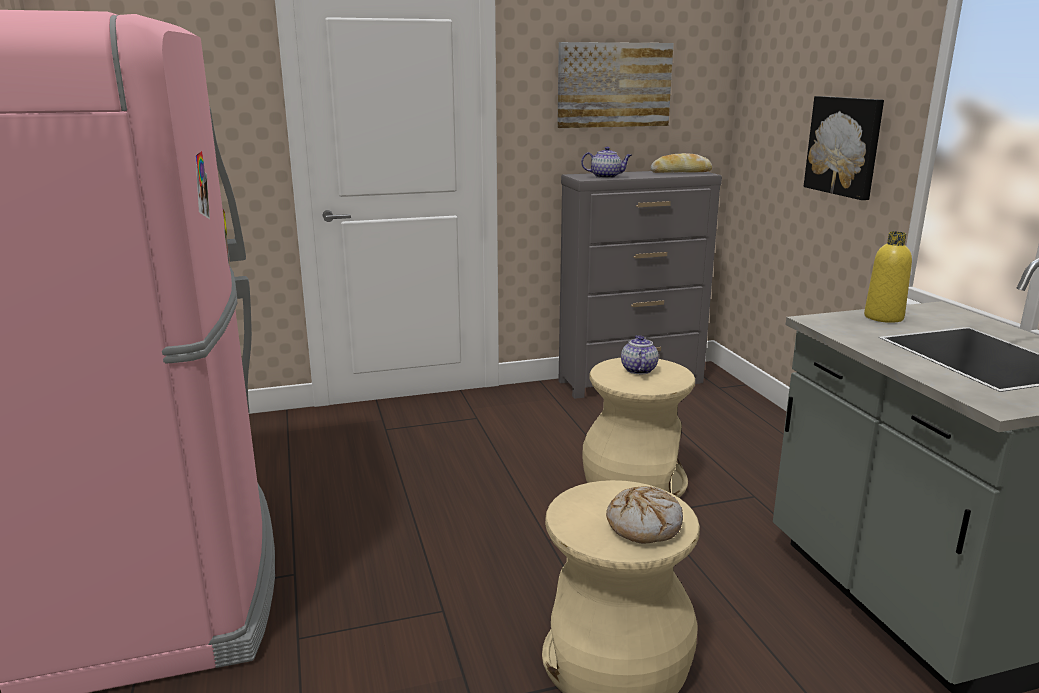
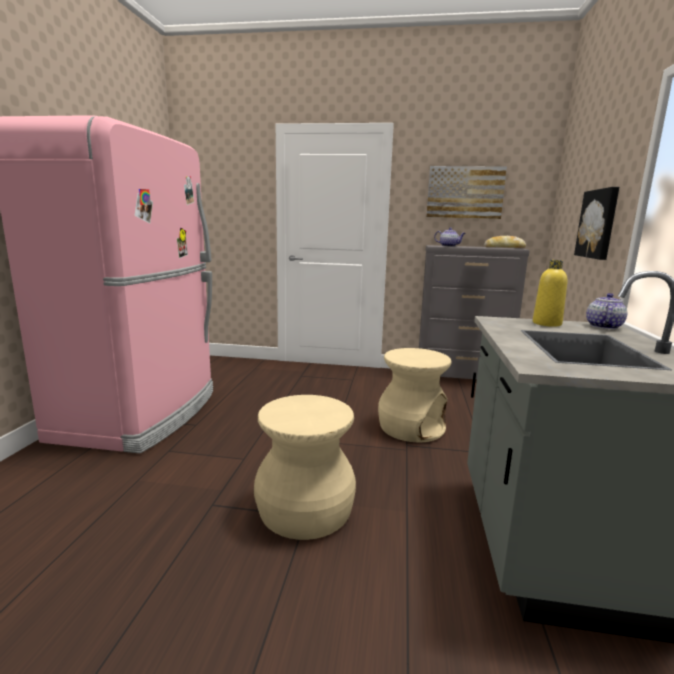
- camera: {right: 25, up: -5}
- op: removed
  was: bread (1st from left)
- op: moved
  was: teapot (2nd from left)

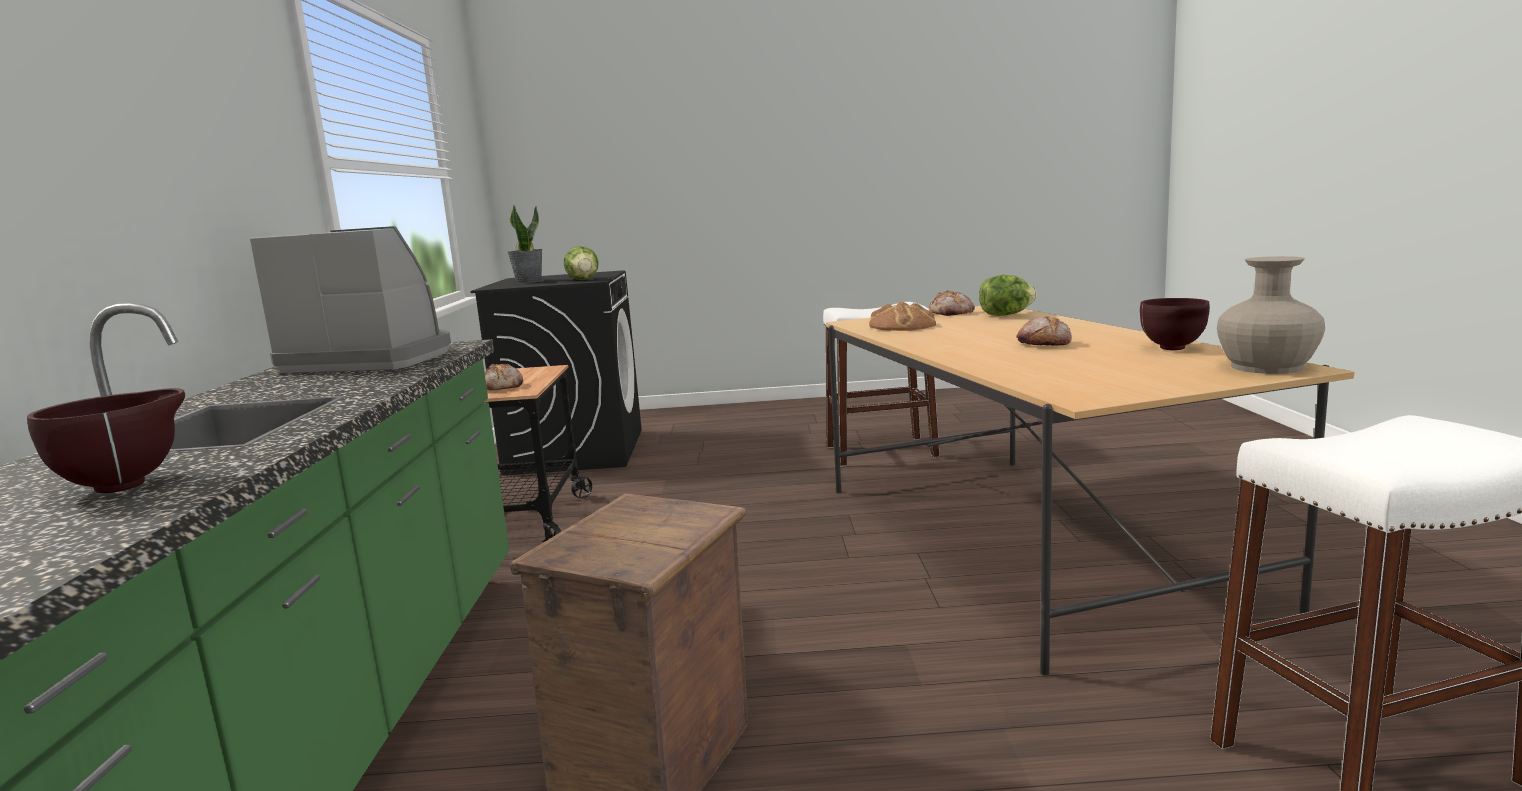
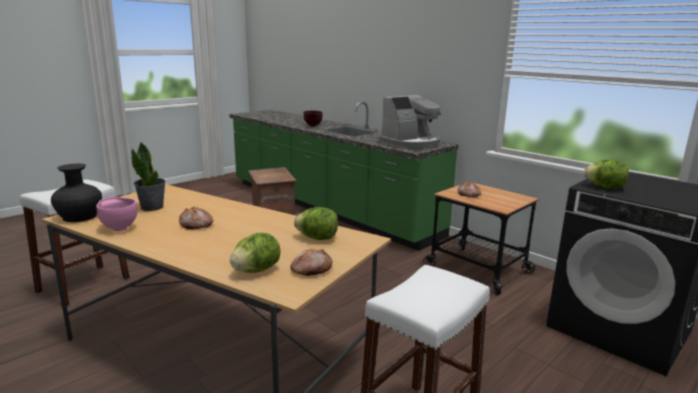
- camera: {right: 135, up: 5}
- op: moved
  was: potted plant
- op: replaced
  was: bread (2nd from left)
  now: lettuce (2nd from left)
- op: recoloured
  was: brown bowl (2nd from left)
  now: pink bowl
- op: recoloured
  was: beige vase
  now: black vase

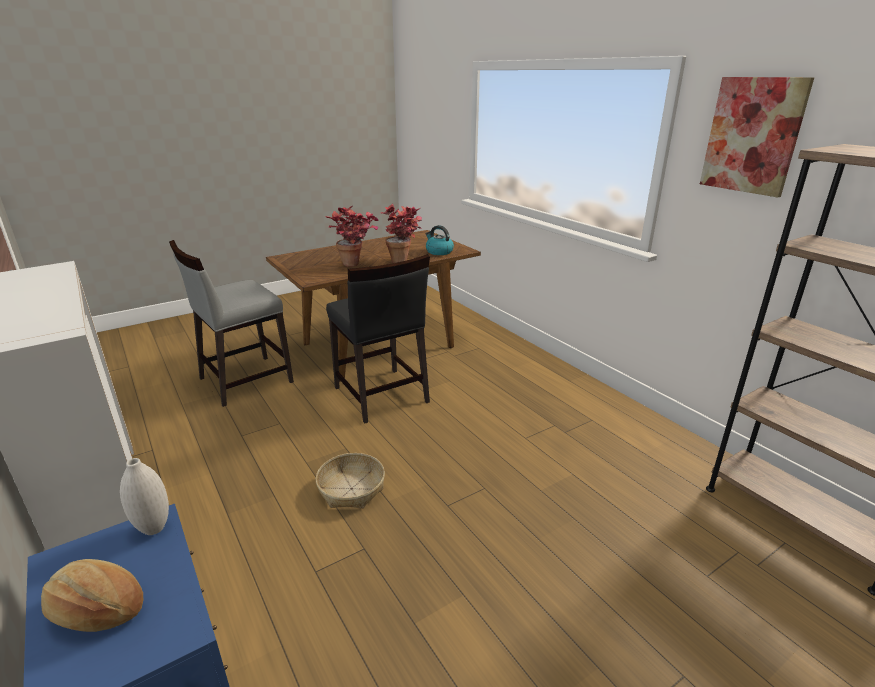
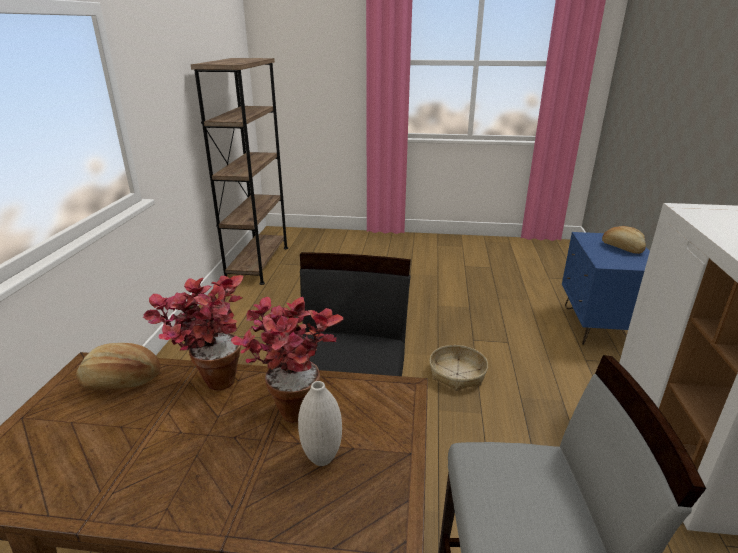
- camera: {right: -140, up: 0}
- op: moved
  was: white vase
- op: replaced
  was: kettle
  now: bread (1st from left)
- op: removed
  was: picture

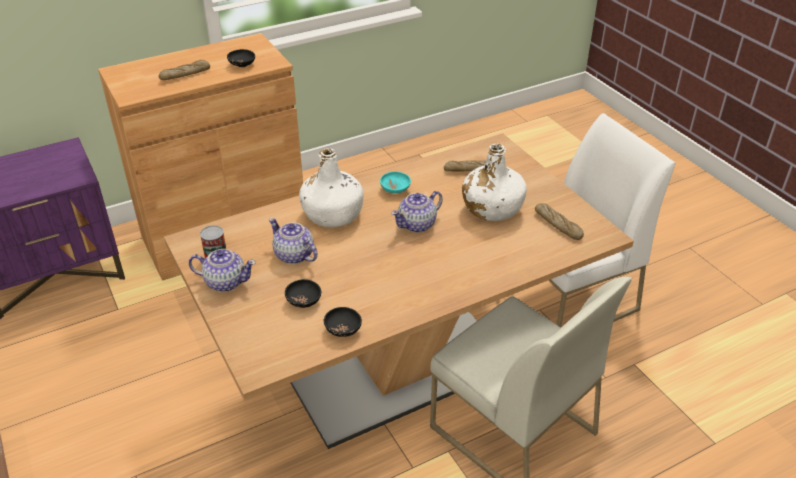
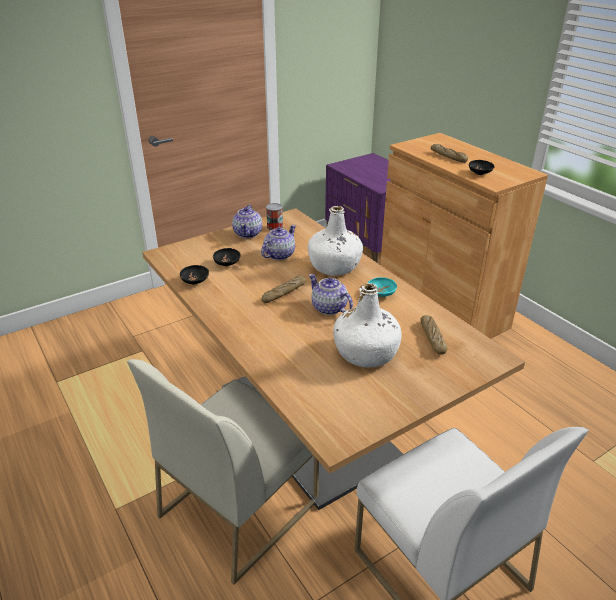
- camera: {right: 85, up: -5}
- op: moved
  was: bread (3rd from left in the first image)
  now: bread (1st from left)

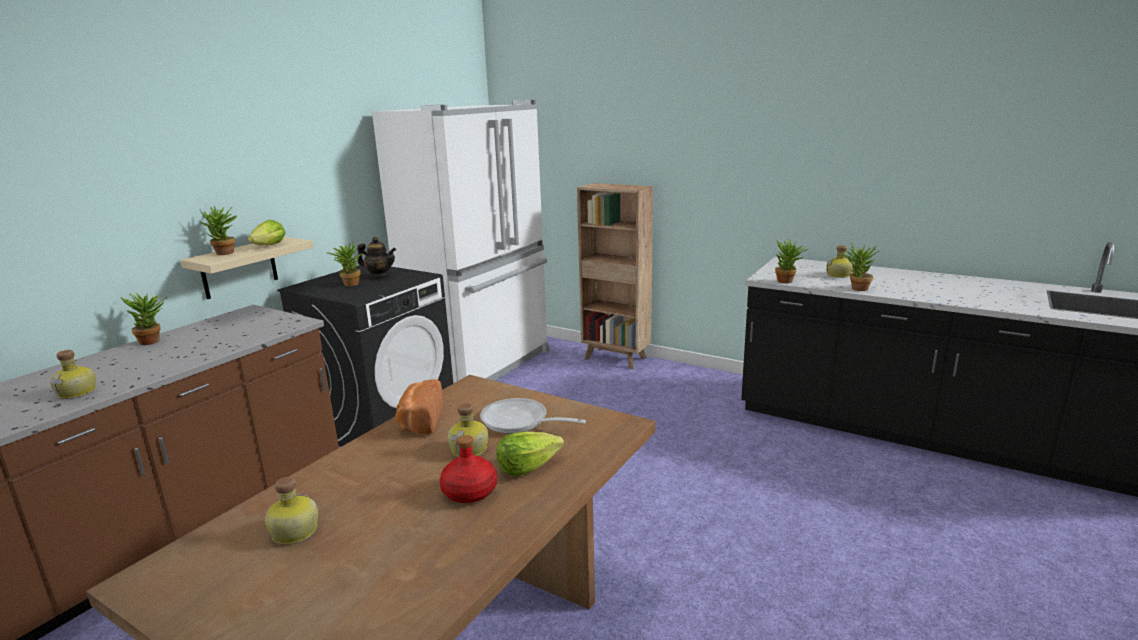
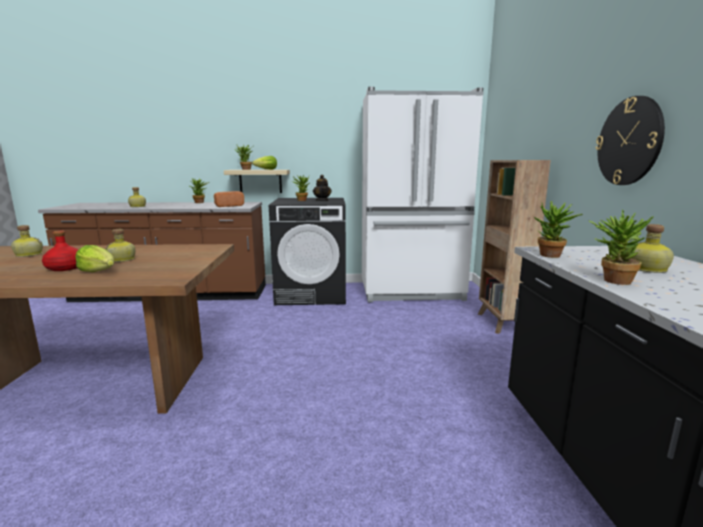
- camera: {right: 55, up: -5}
- op: moved
  was: bread
- op: removed
  was: frying pan
- op: added
  now: wall clock

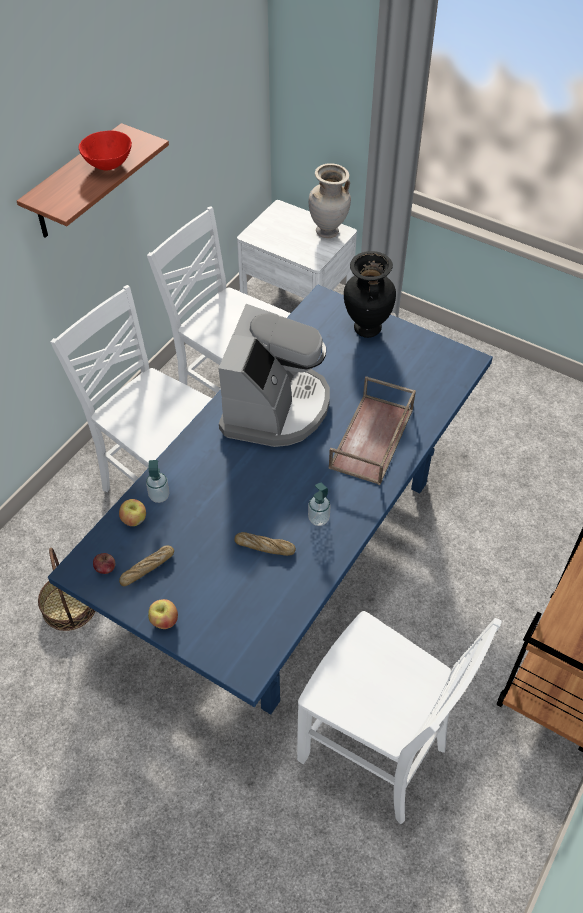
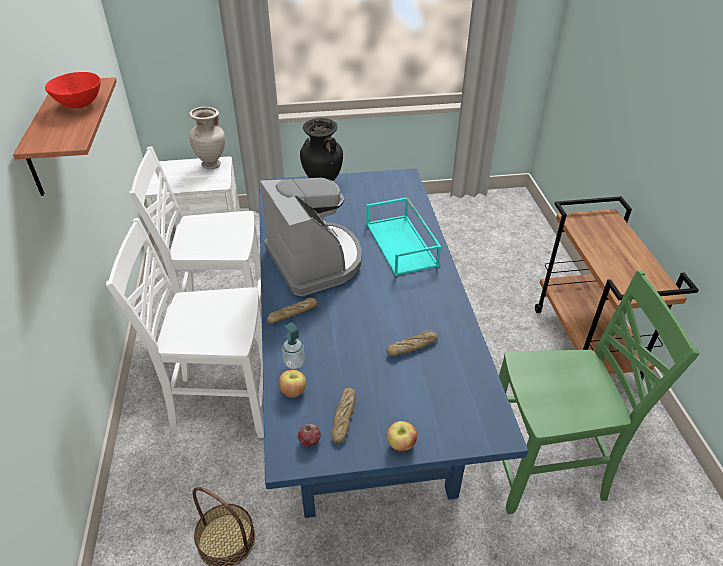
- camera: {right: -40, up: -10}
- op: recoloured
  was: white chair (3rd from left)
  now: green chair
- op: removed
  was: soap dispenser (2nd from left)
- op: recoloured
  was: brown tray
  now: turquoise tray
- op: added
  now: bread (1st from left)

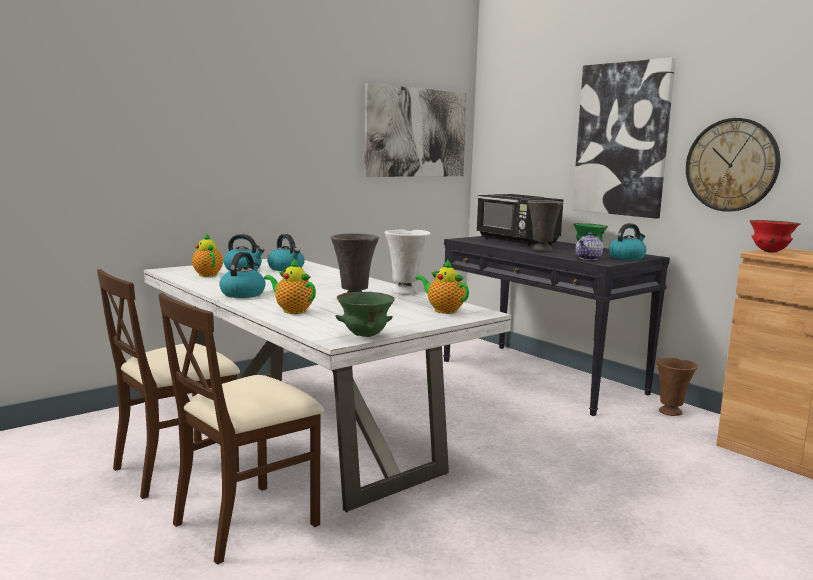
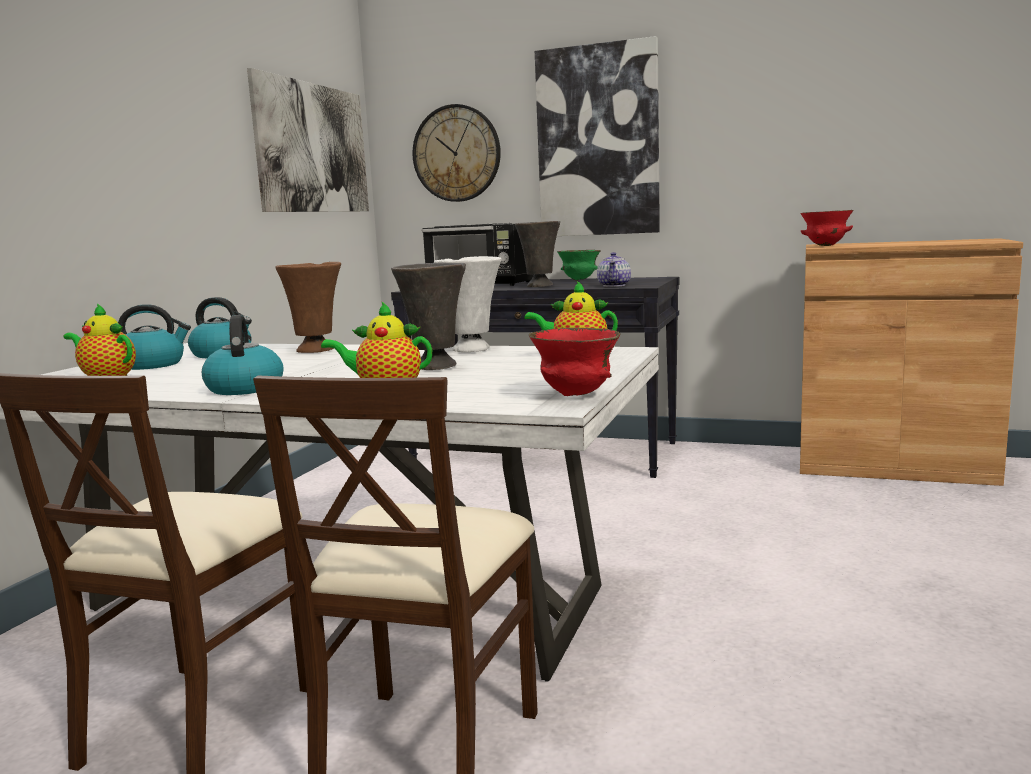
- camera: {right: -30, up: 0}
- op: recoloured
  was: green bowl (1st from left)
  now: red bowl (1st from left)
- op: removed
  was: kettle (4th from left)
- op: moved
  was: brown vase
- op: moved
  was: wall clock

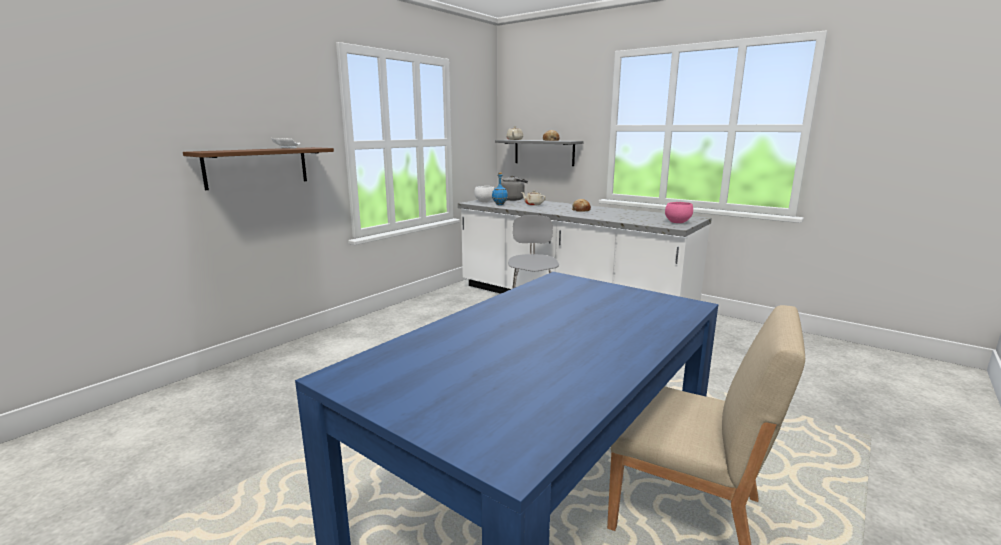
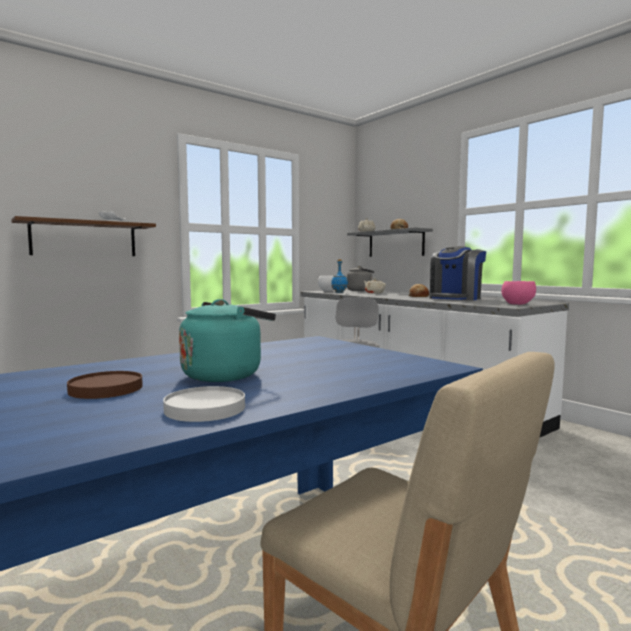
- camera: {right: 15, up: -10}
- op: added
  now: brown plate
- op: added
  now: white plate (2nd from left)
- op: added
  now: turquoise kettle
- op: added
  now: coffee machine

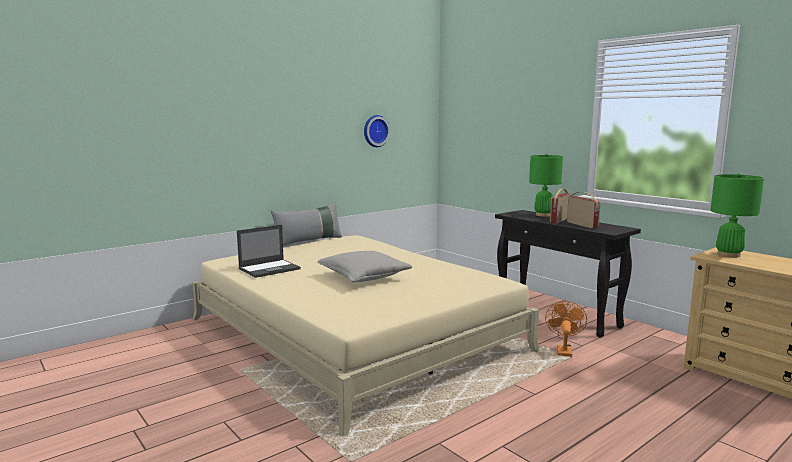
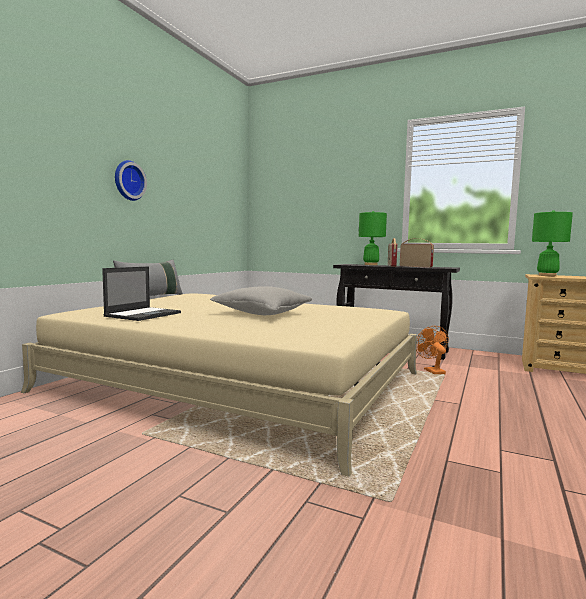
- camera: {right: -25, up: -5}
- op: moved
  was: wall clock

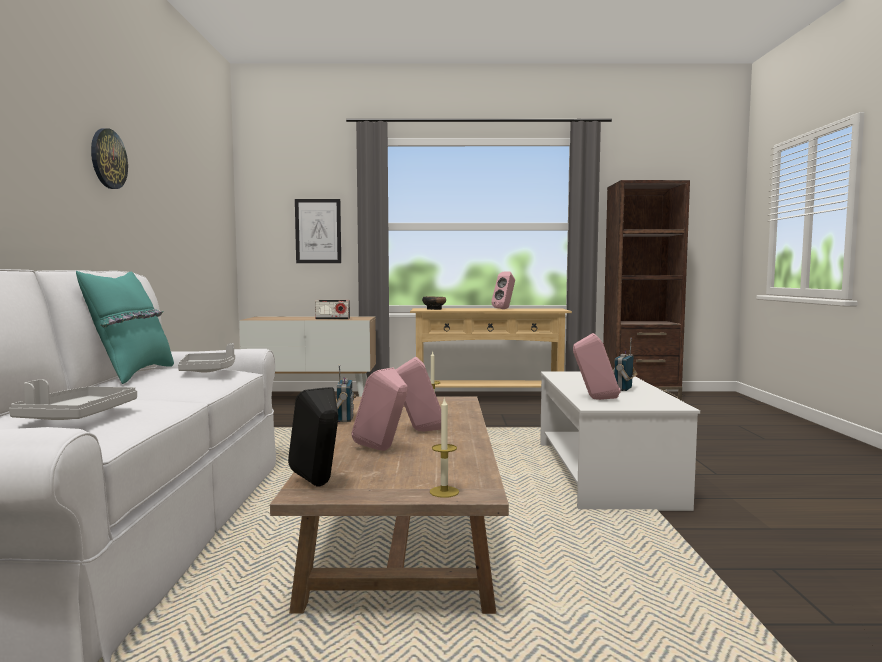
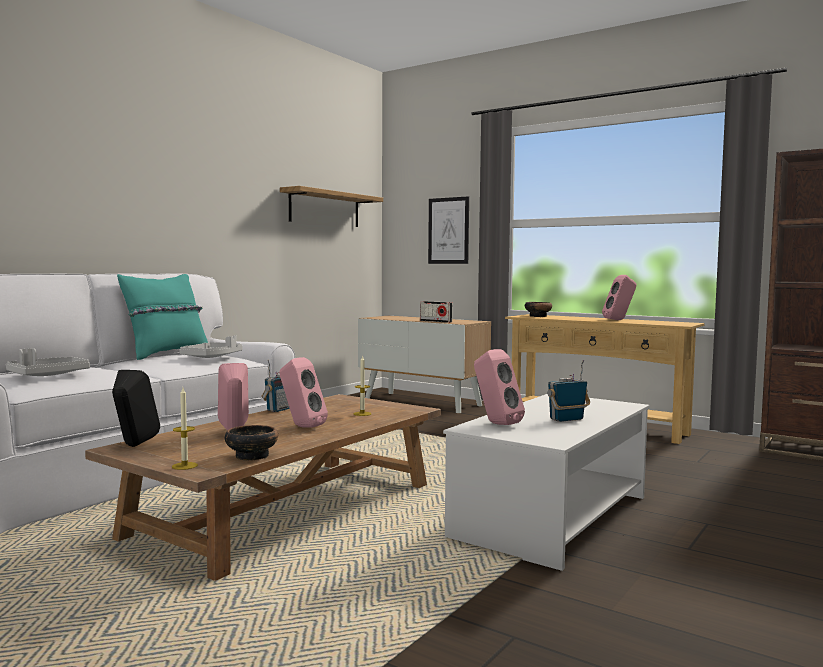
- camera: {right: 35, up: 0}
- op: removed
  was: wall clock
- op: added
  now: bowl (1st from left)
- op: added
  now: shelf

